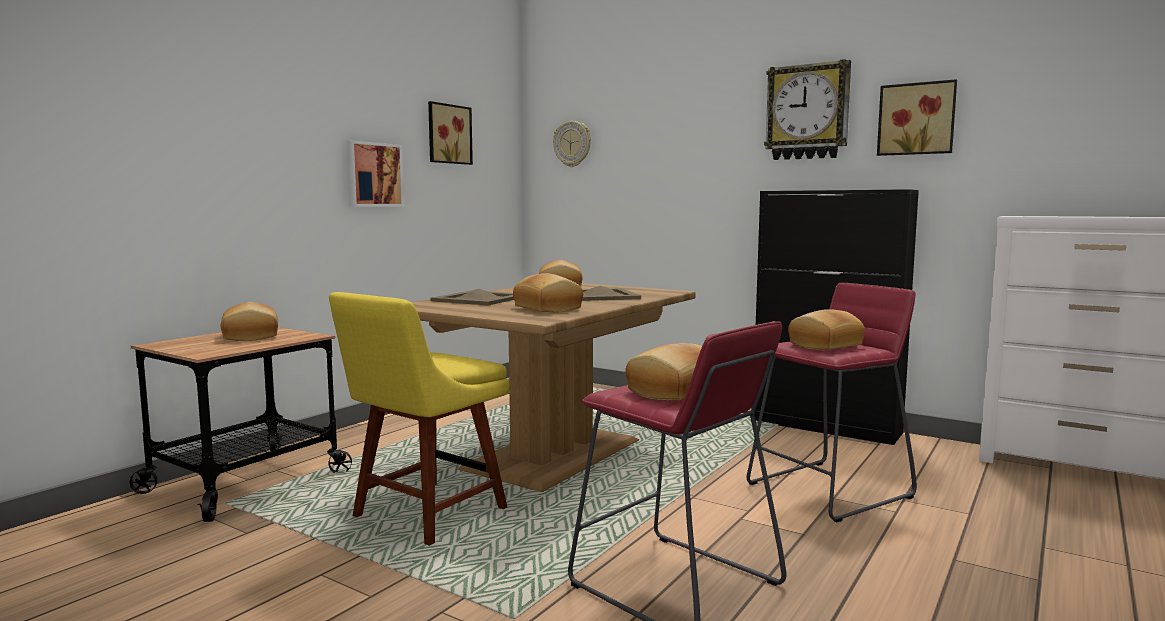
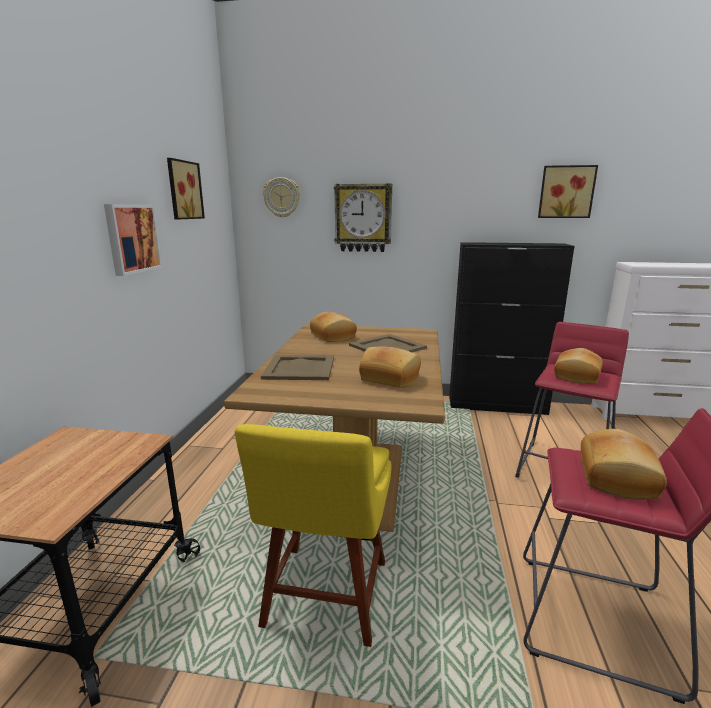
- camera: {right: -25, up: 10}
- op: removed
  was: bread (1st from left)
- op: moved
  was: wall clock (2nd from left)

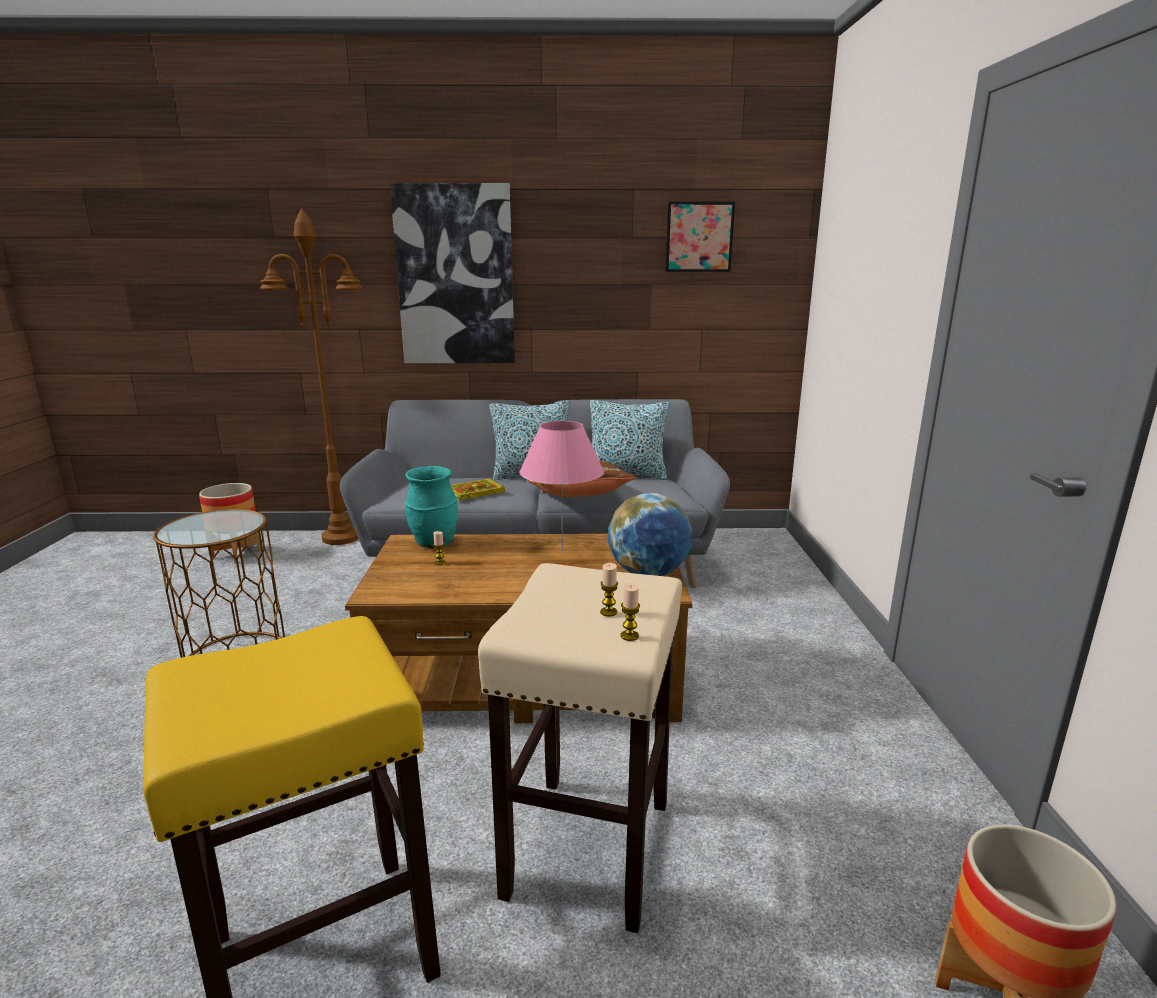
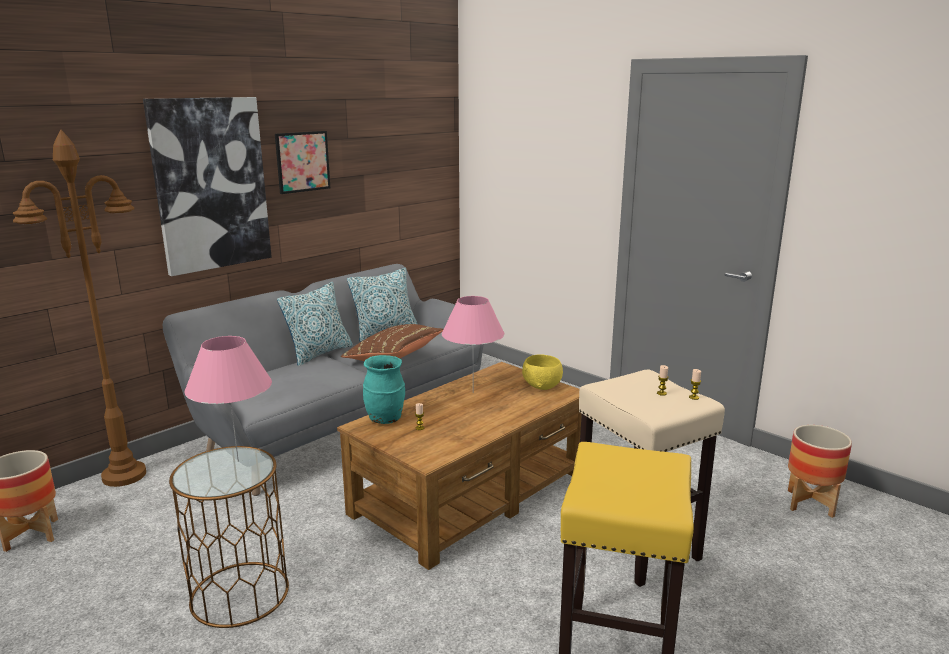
- camera: {right: -45, up: 0}
- op: removed
  was: book
- op: replaced
  was: globe
  now: yellow bowl
- op: moved
  was: picture (2nd from left)
- op: added
  now: pink table lamp (1st from left)

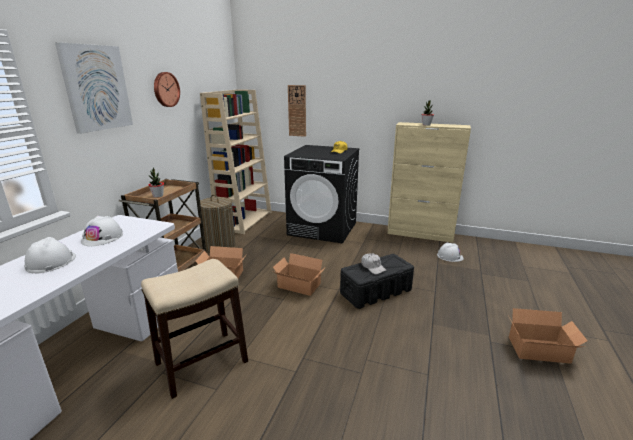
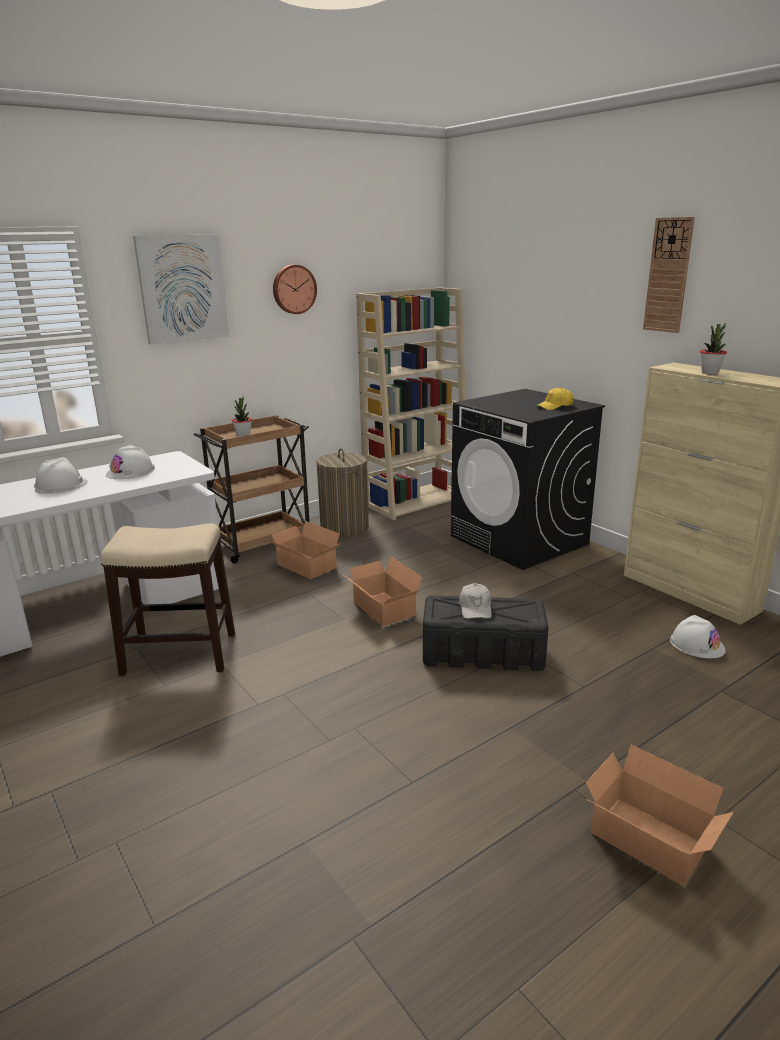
- camera: {right: 35, up: 0}
- op: moved
  was: wall clock (2nd from left)

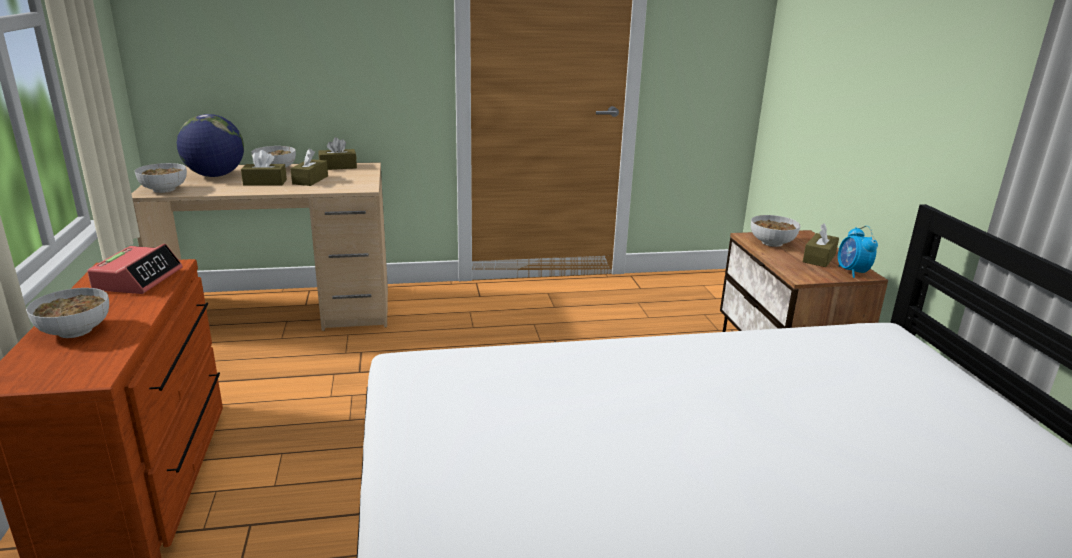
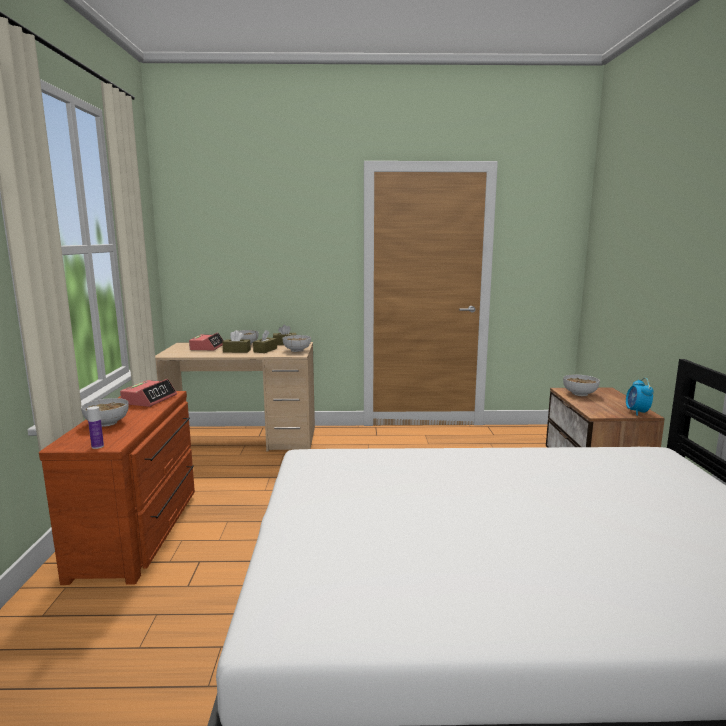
- camera: {right: 10, up: -10}
- op: moved
  was: bowl (2nd from left in the first image)
  now: bowl (3rd from left)
- op: replaced
  was: globe
  now: alarm clock (2nd from left)
- op: removed
  was: brown tissue box (4th from left)
- op: added
  now: bottle

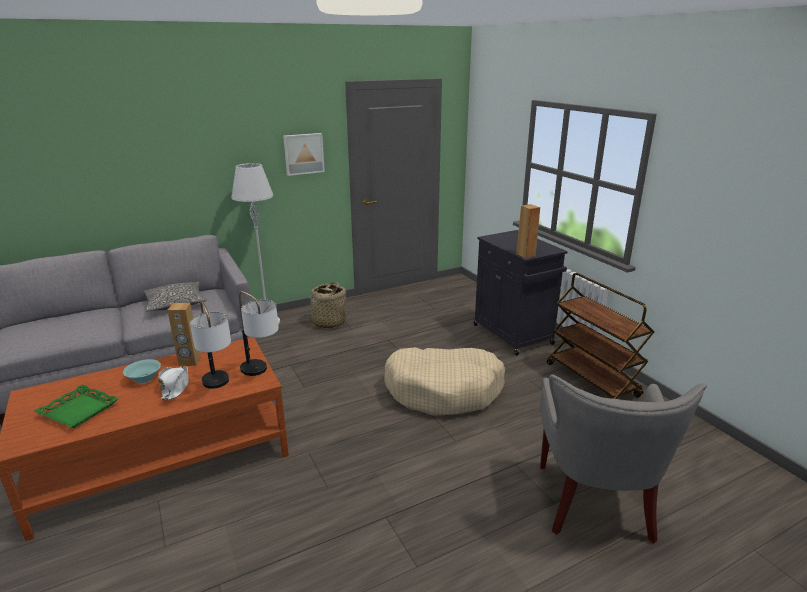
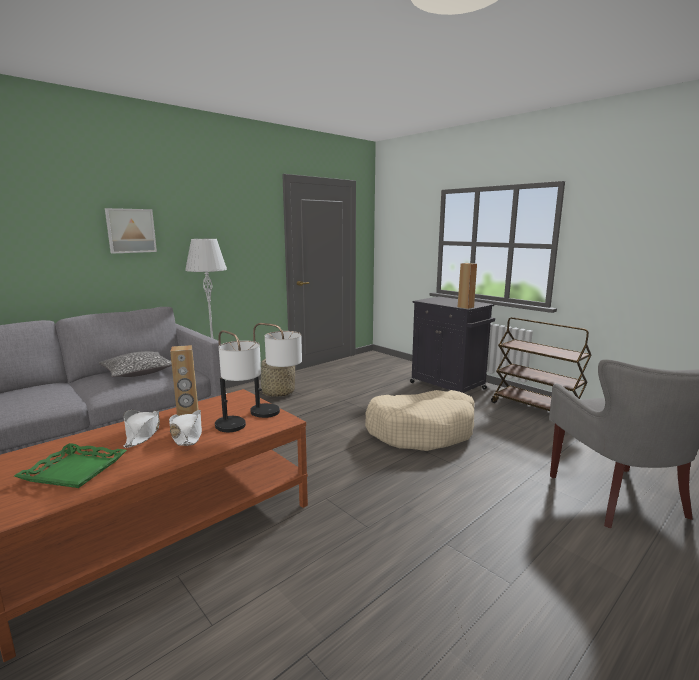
- camera: {right: -15, up: -10}
- op: replaced
  was: turquoise bowl
  now: white hat (1st from left)
- op: moved
  was: picture

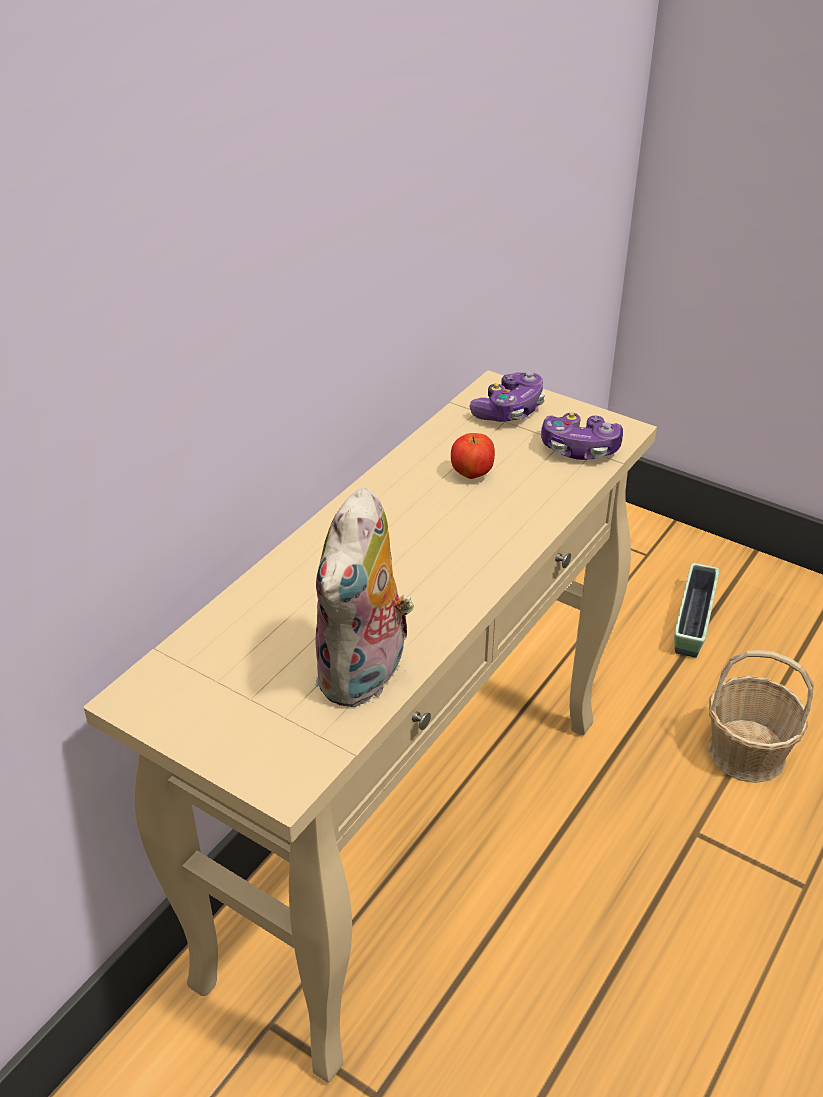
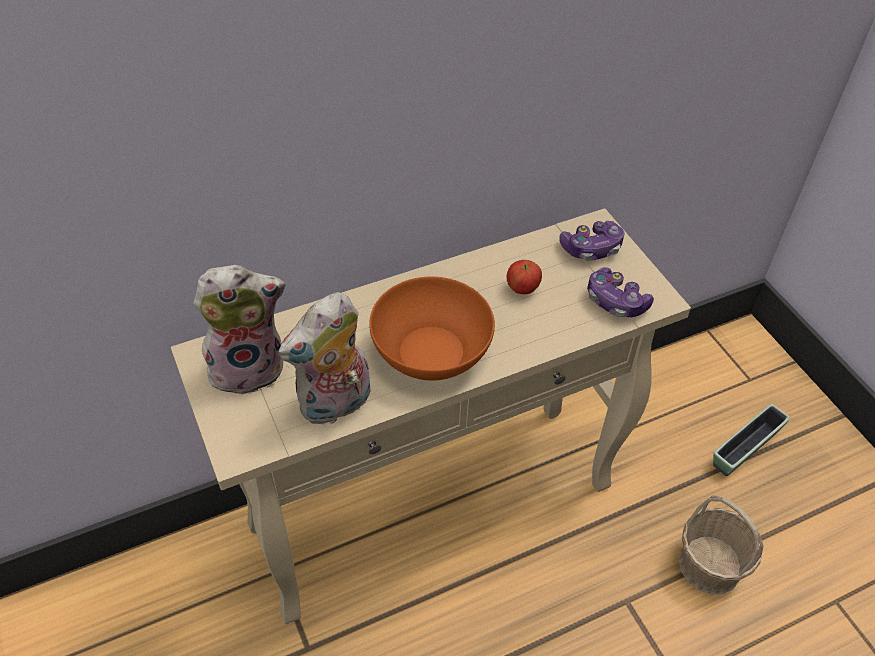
- camera: {right: 30, up: 10}
- op: added
  now: plush toy (1st from left)
- op: added
  now: orange bowl

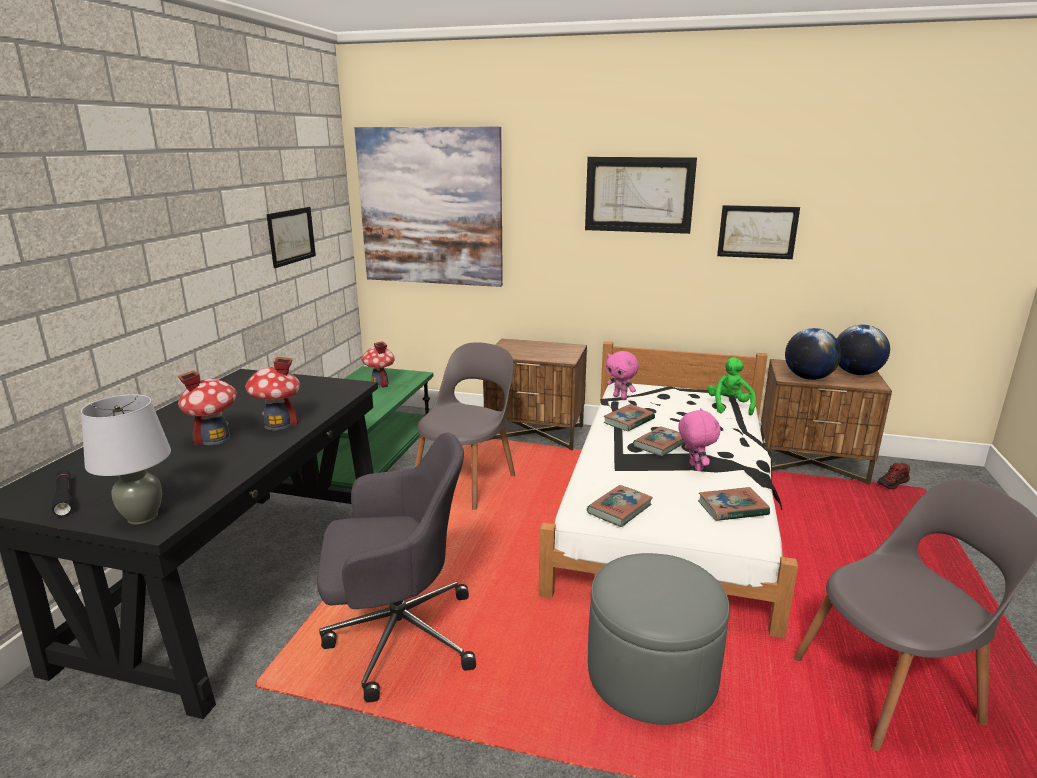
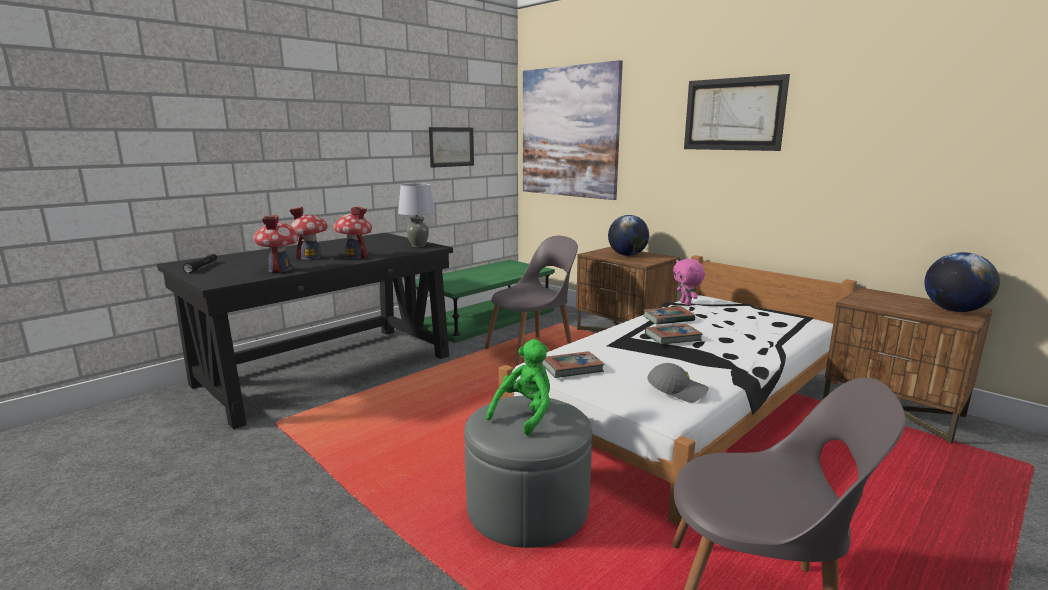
- camera: {right: 30, up: -5}
- op: moved
  was: grey table lamp
- op: removed
  was: grey office chair
- op: moved
  was: toy house (3rd from left in the first image)
  now: toy house (1st from left)
- op: removed
  was: pink plush toy (2nd from left)
- op: replaced
  was: book (4th from left)
  now: grey cap
- op: moved
  was: green plush toy
- op: removed
  was: picture (4th from left)
- op: moved
  was: globe (1st from left)
- op: removed
  was: shoe

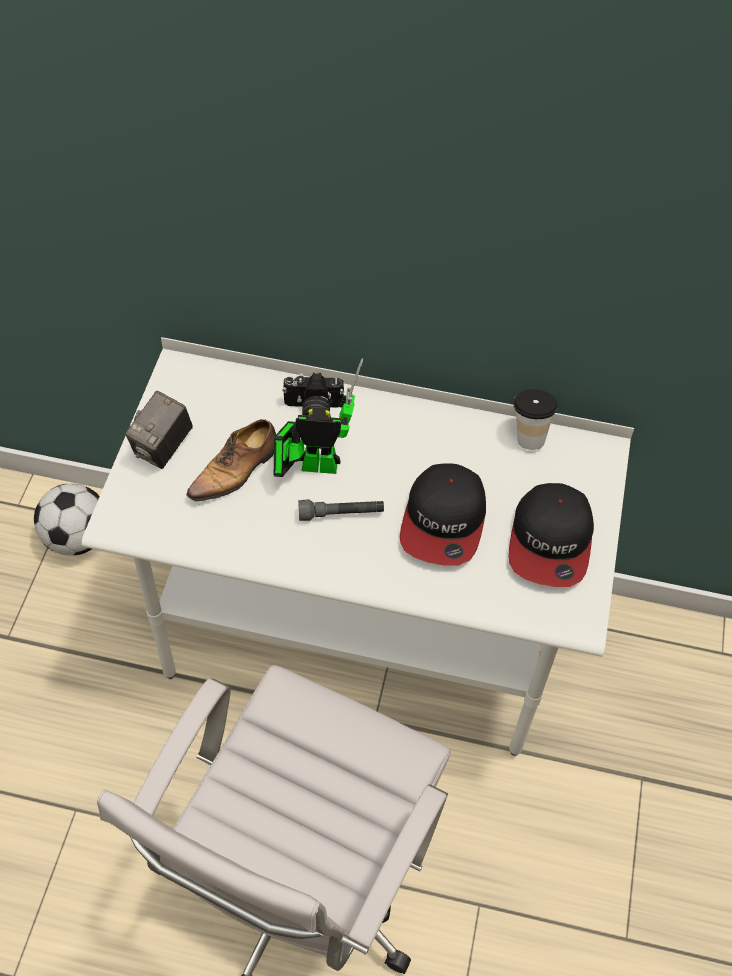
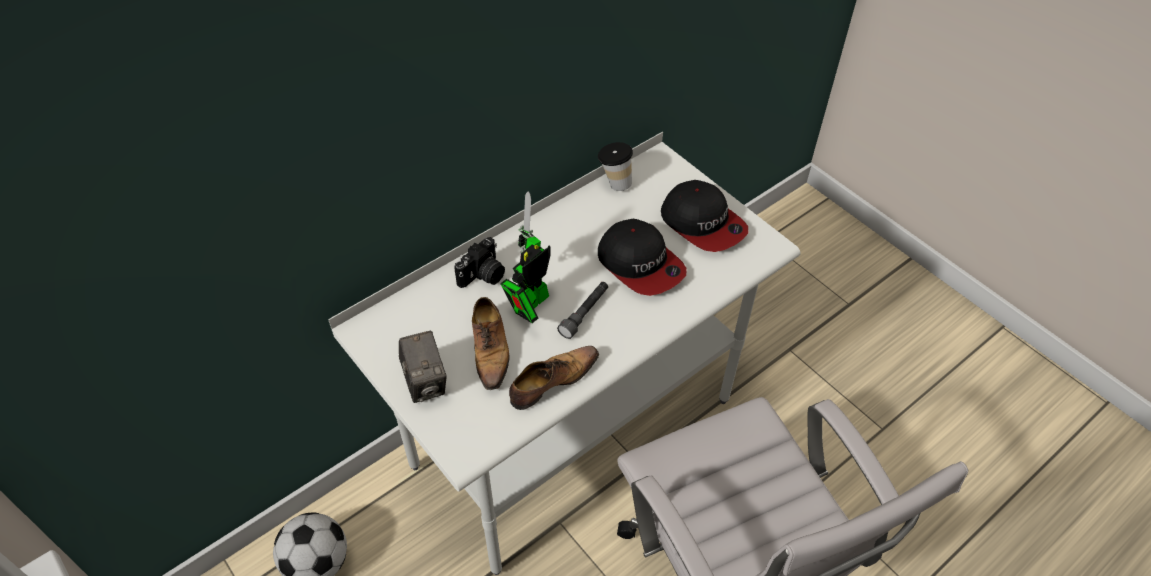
- camera: {right: -50, up: -5}
- op: added
  now: shoe (2nd from left)

